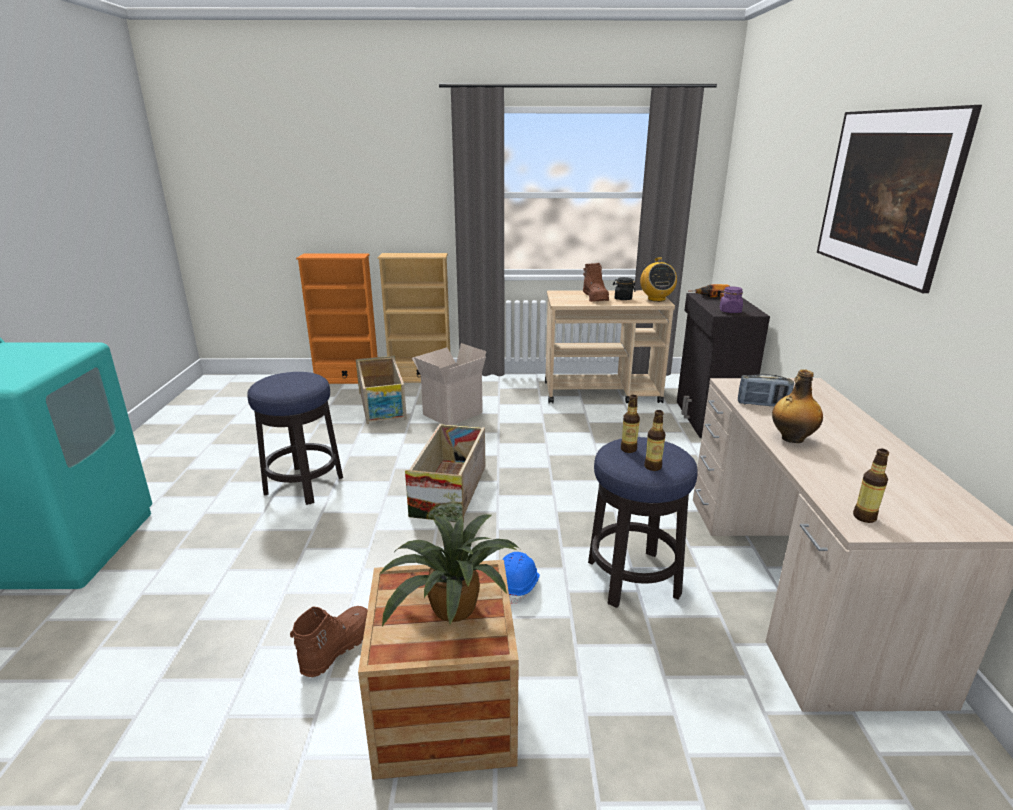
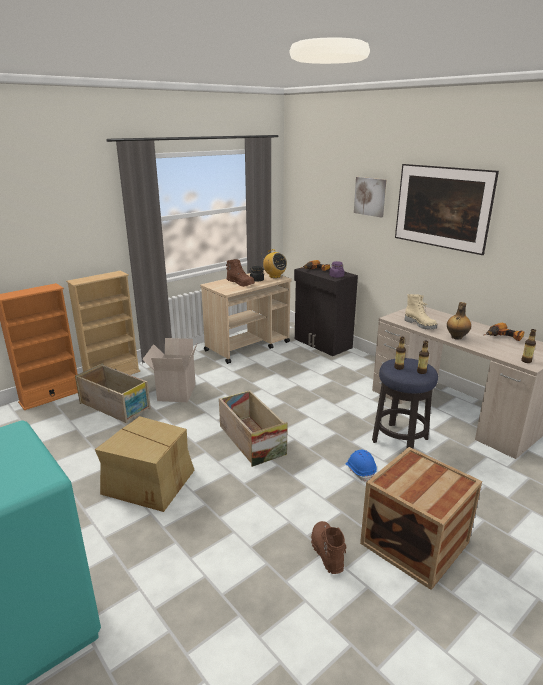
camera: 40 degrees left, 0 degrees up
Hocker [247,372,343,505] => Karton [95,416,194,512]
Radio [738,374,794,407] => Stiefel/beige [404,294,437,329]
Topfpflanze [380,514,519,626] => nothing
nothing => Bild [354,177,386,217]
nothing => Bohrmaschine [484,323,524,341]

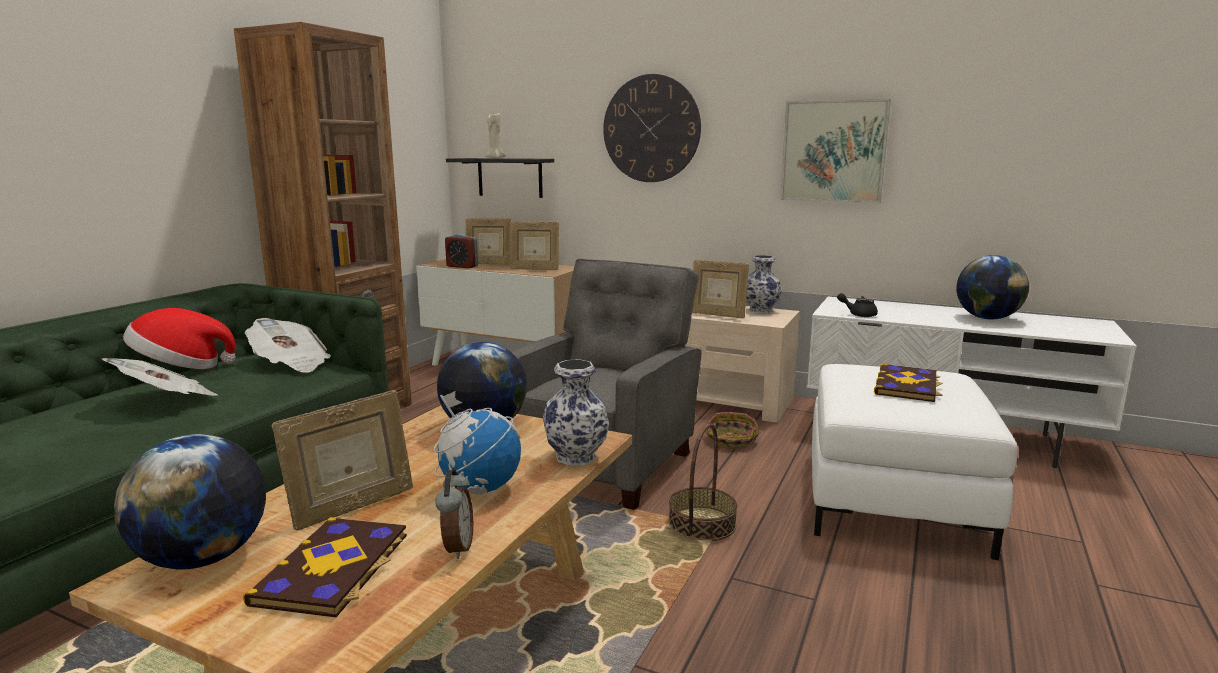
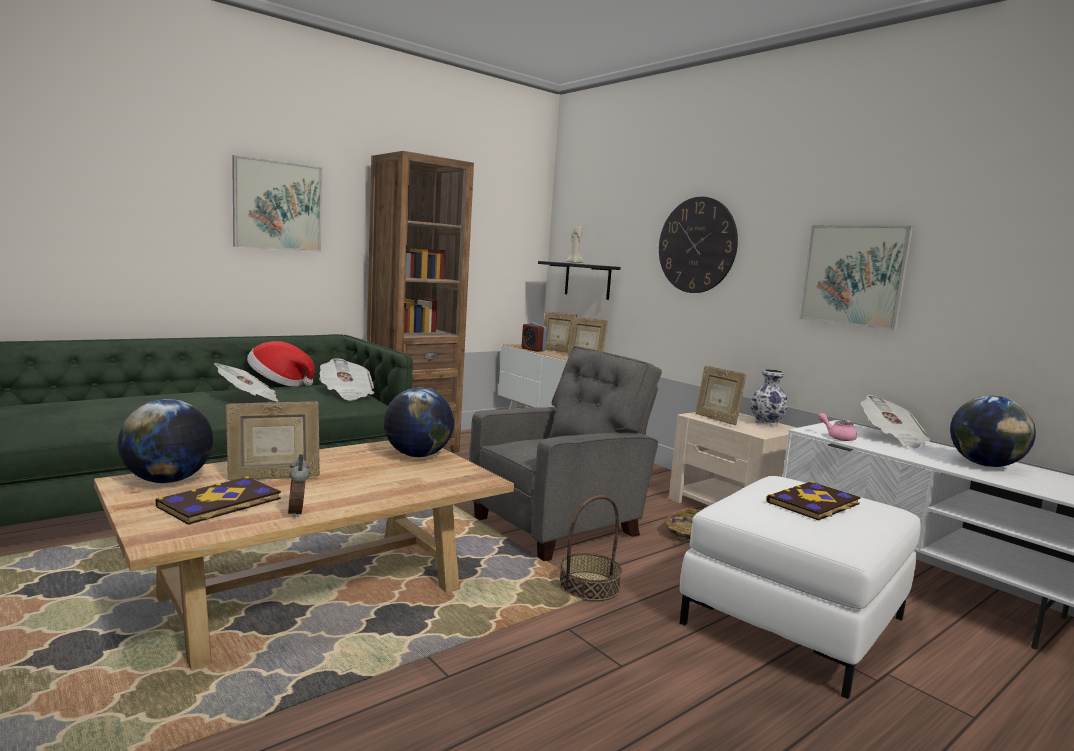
camera: 25 degrees right, 5 degrees down
Teekanne/schwarz [837,293,878,317] => Teekanne/rosa [818,413,857,441]
Vase [543,359,609,466] => nothing
Globus [433,391,521,495] => nothing
Wecker [436,470,473,559] => Wecker [288,454,310,518], 135 degrees clockwise
nothing => Bild [232,155,322,252]
nothing => Zeitung [861,395,930,448]

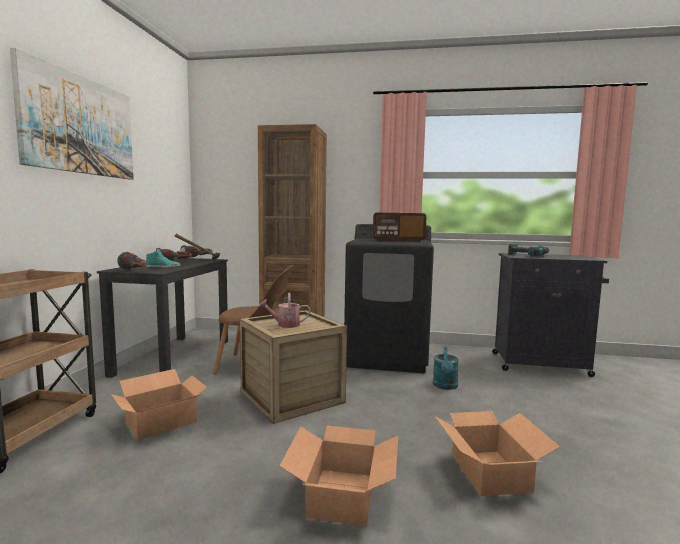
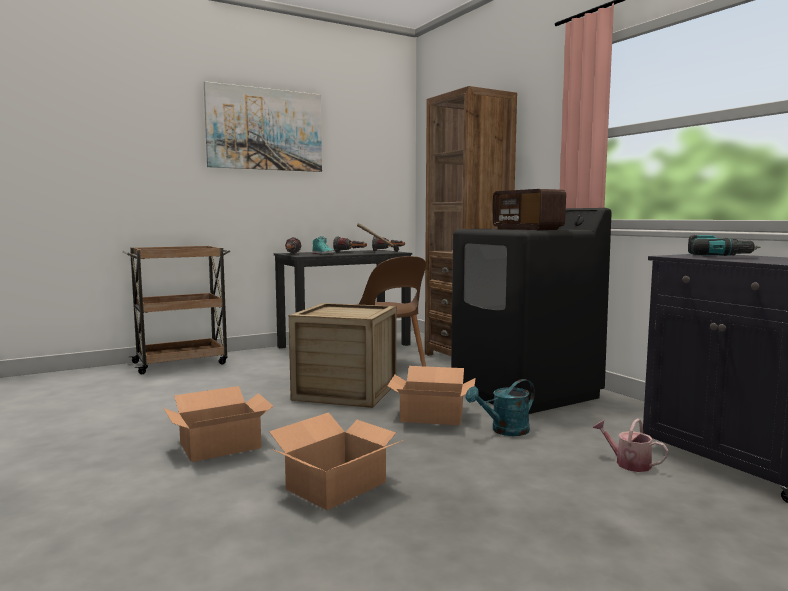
camera: 50 degrees right, 0 degrees up
Gießkanne [259,293,311,328] => Gießkanne [593,418,669,472], moved
Karton [111,369,207,440] => Karton [388,366,476,425], moved

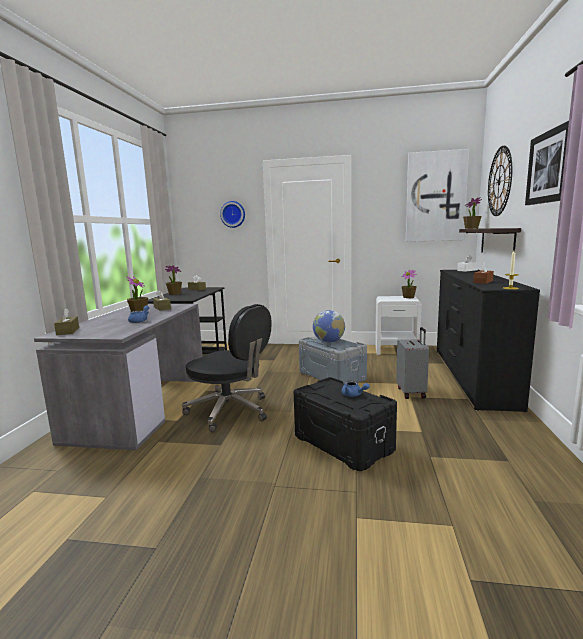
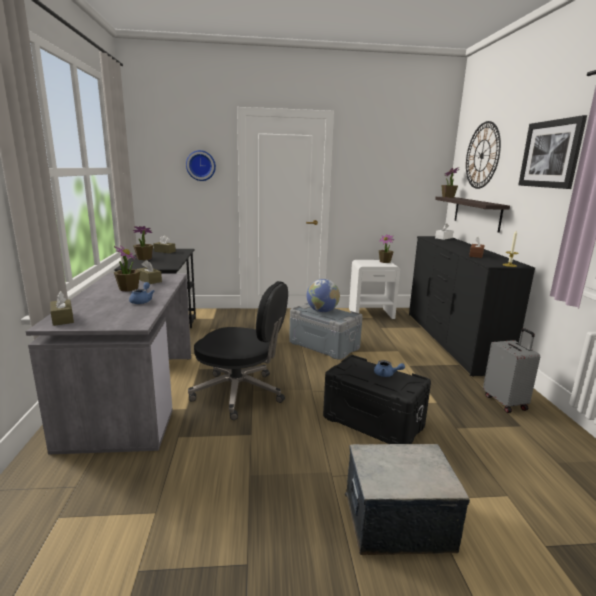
camera: 15 degrees left, 5 degrees up
Bild [406,149,469,242] => nothing
Koffer/grau [396,327,429,399] => Koffer/grau [483,328,540,413], moved
nothing => Aufbewahrungsbox [345,444,470,555]

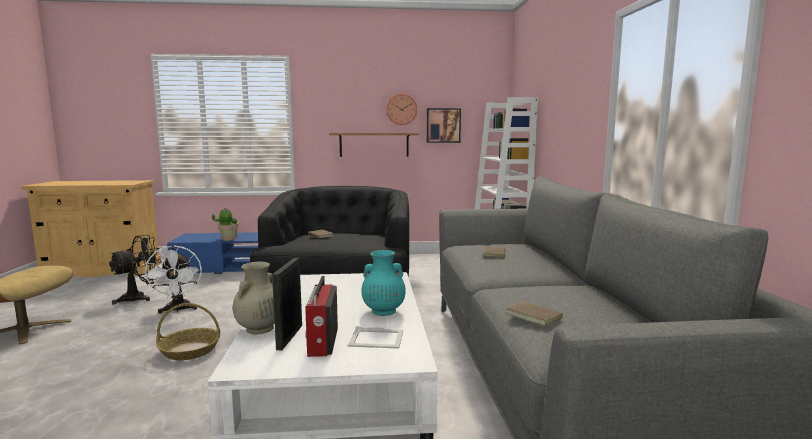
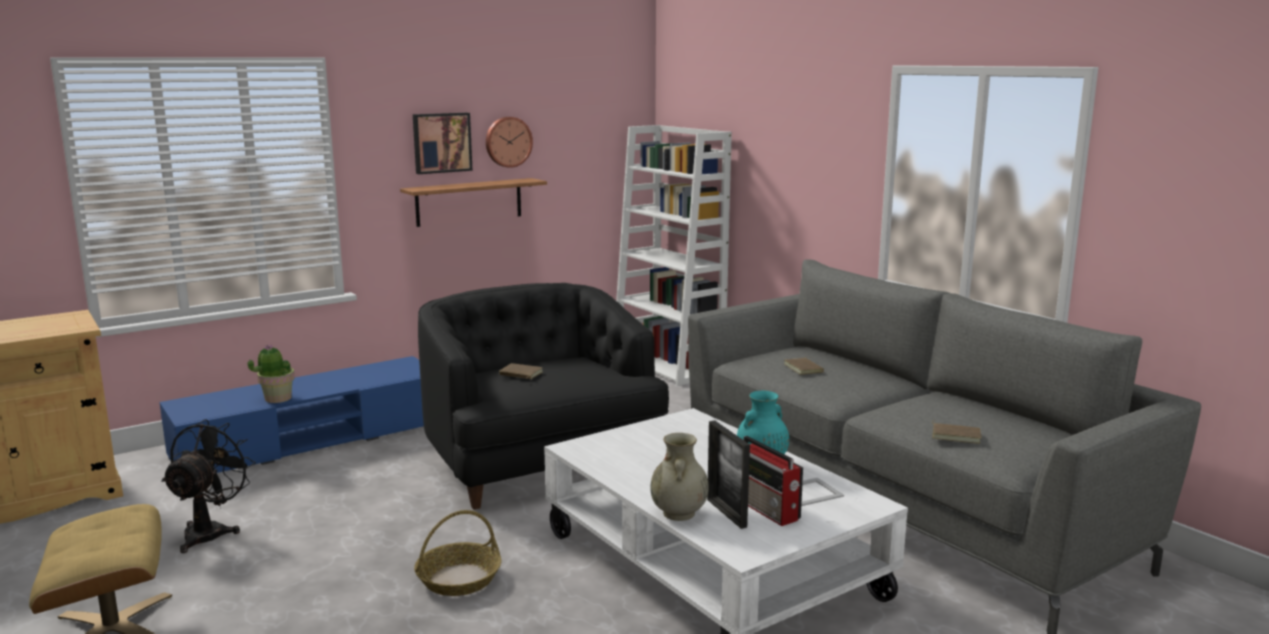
camera: 30 degrees left, 5 degrees up
Bild [427,108,461,143] => Bild [413,113,473,174], moved
Ventilator/weiß [144,245,202,314] => nothing

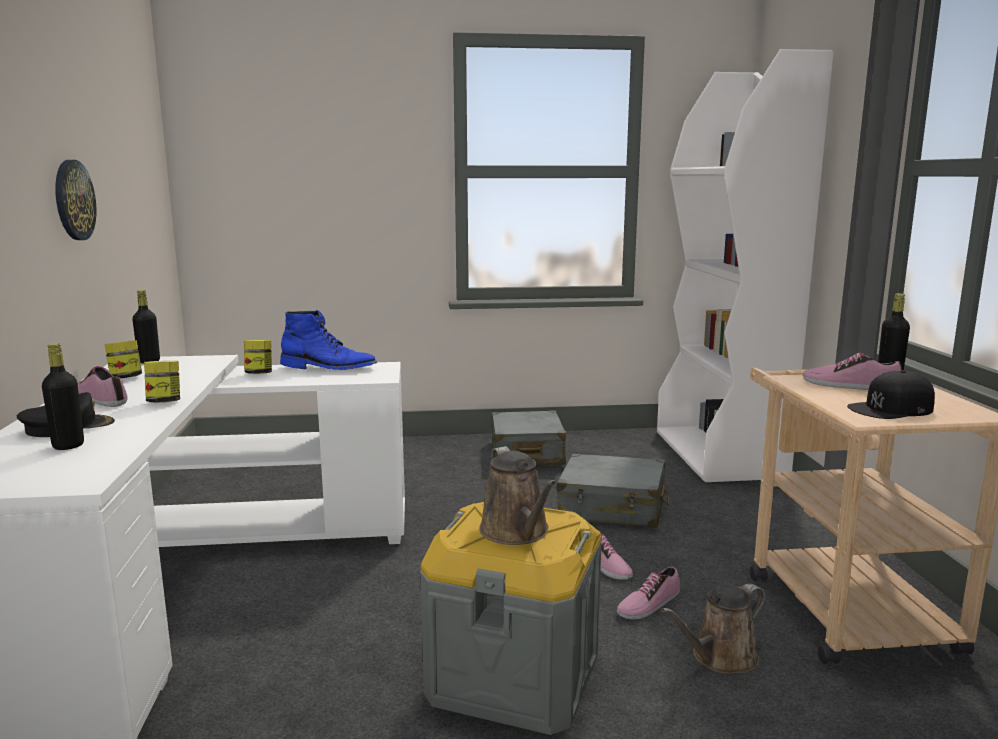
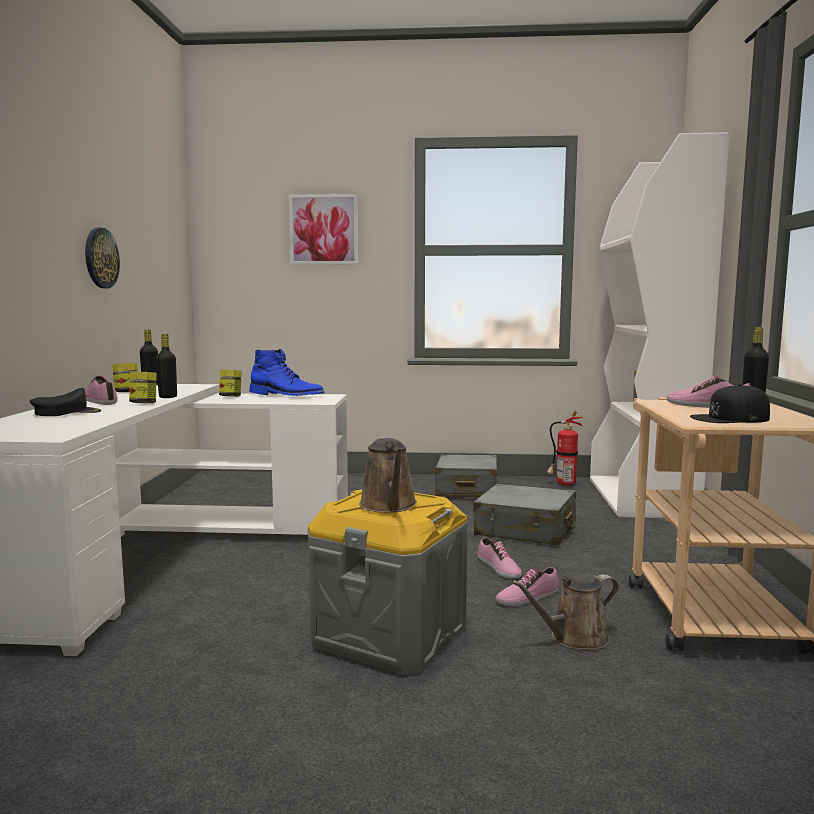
camera: 10 degrees right, 5 degrees down
Flasche/schwarz [42,343,84,450] => Flasche/schwarz [156,334,177,398], moved
nothing => Bild [289,194,358,264]
nothing => Feuerlöscher [547,411,583,486]

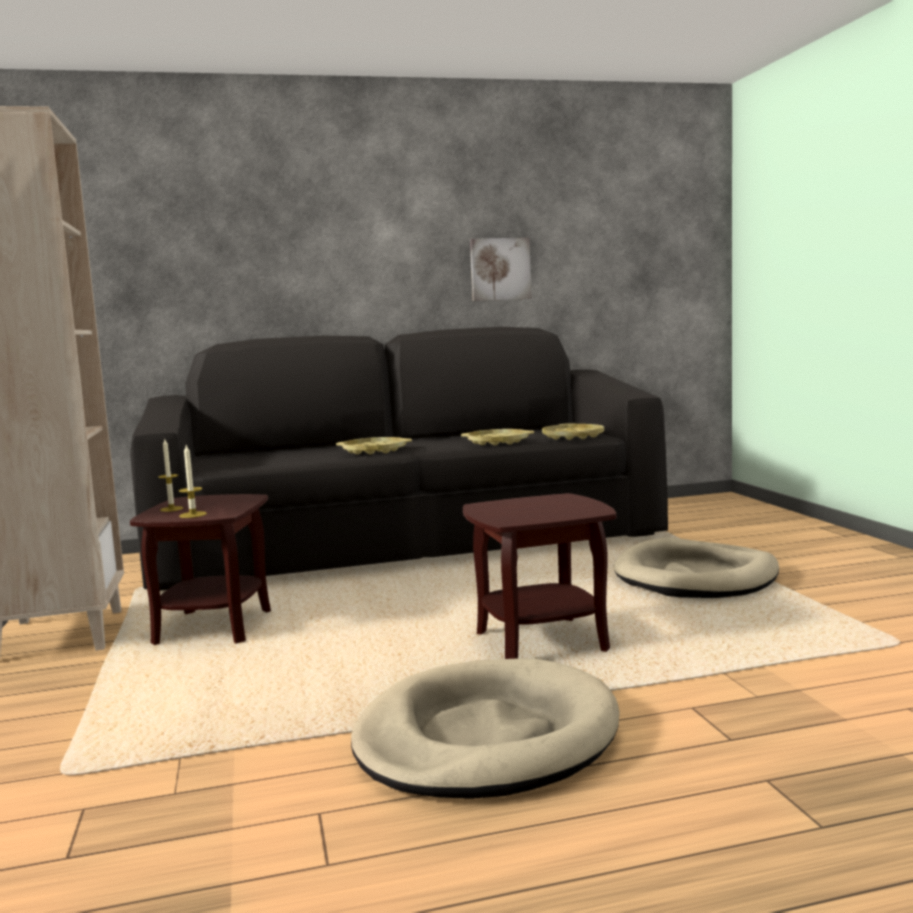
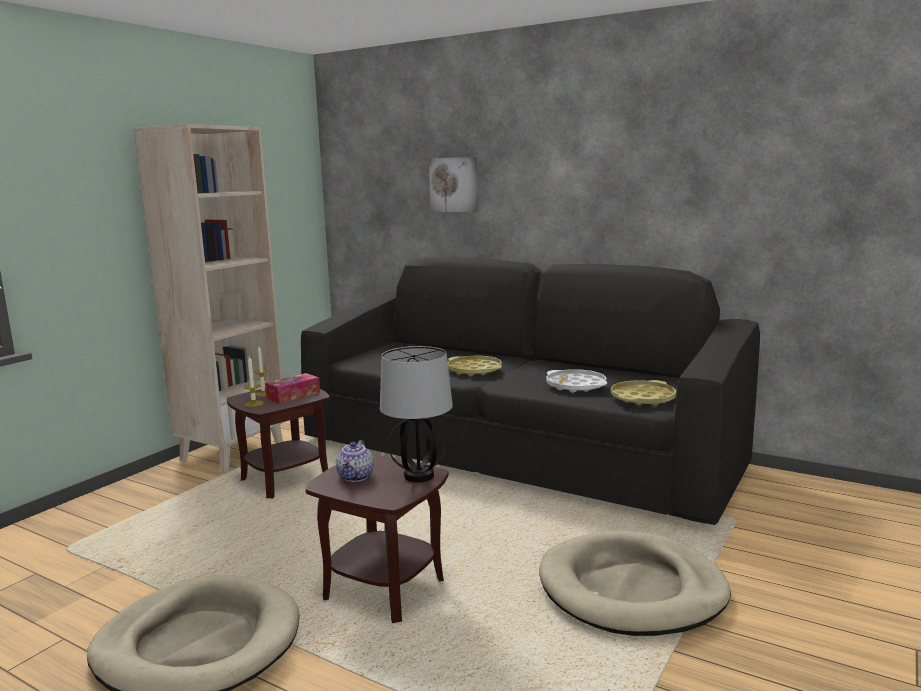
camera: 45 degrees right, 5 degrees up
Bild [470,237,532,301] => Bild [429,157,478,212], moved
Tablett/gelb [461,429,534,445] => Tablett/weiß [546,369,607,393]
nothing => Tischlampe [380,346,453,483]
nothing => Taschentuchbox [265,373,320,404]
nothing => Teekanne [336,440,374,482]

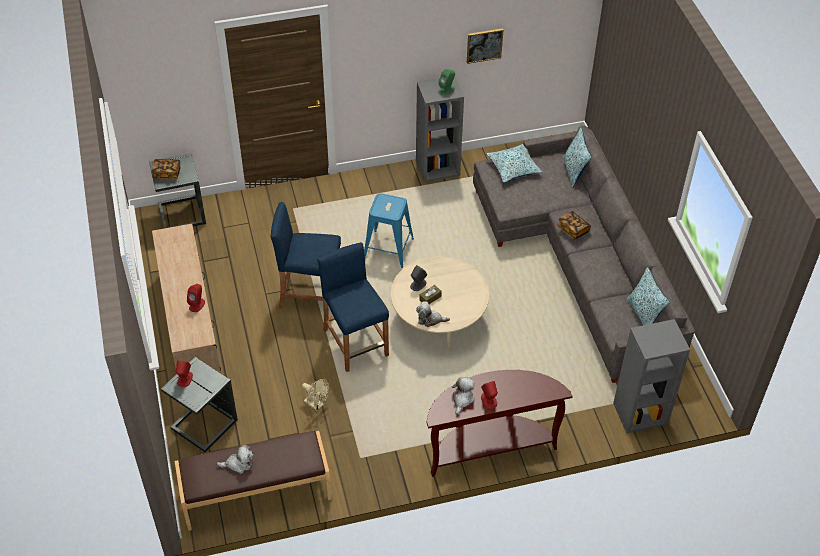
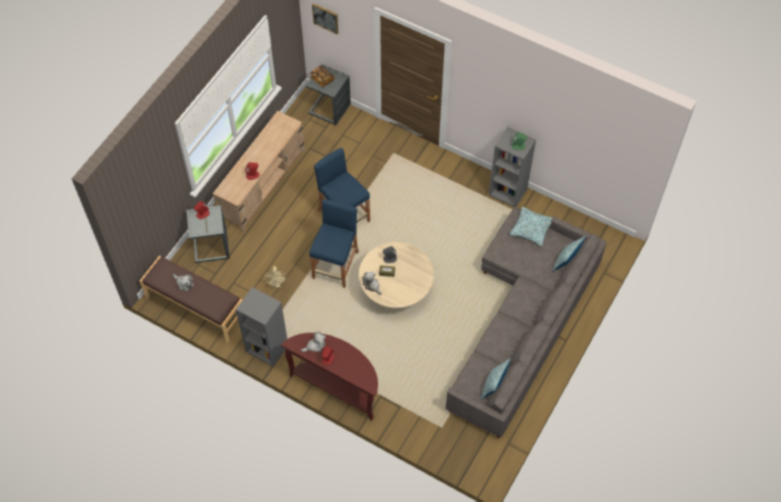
camera: 45 degrees right, 10 degrees up
Bild [467,28,503,64] => Bild [312,4,338,34], moved
Hocker/blau [364,193,414,268] => nothing
Buch [557,211,591,239] => nothing
Bücherregal/grau [613,319,690,433] => Bücherregal/grau [236,287,287,367], moved

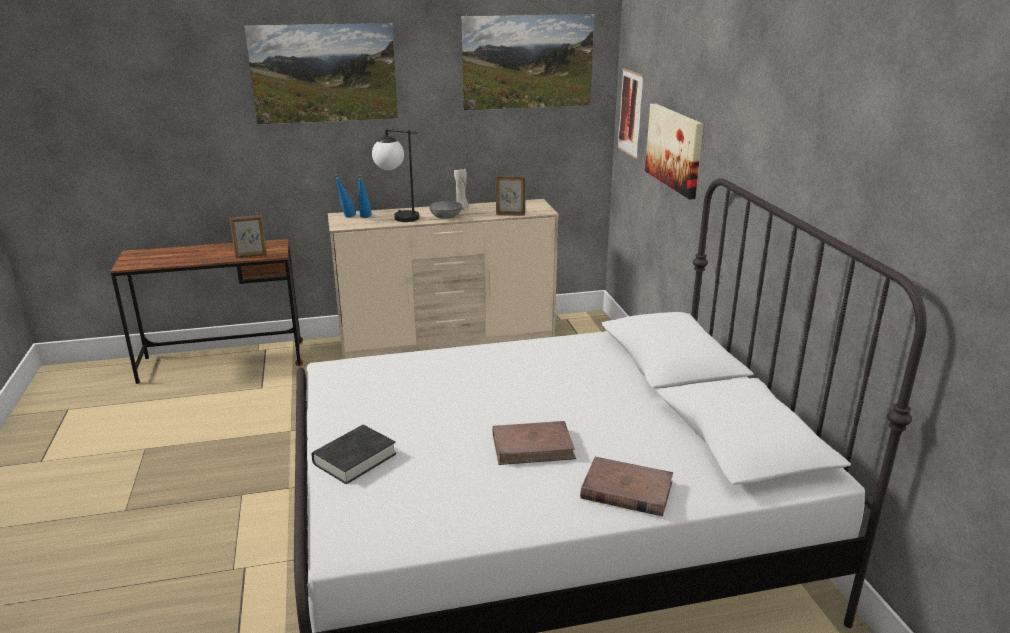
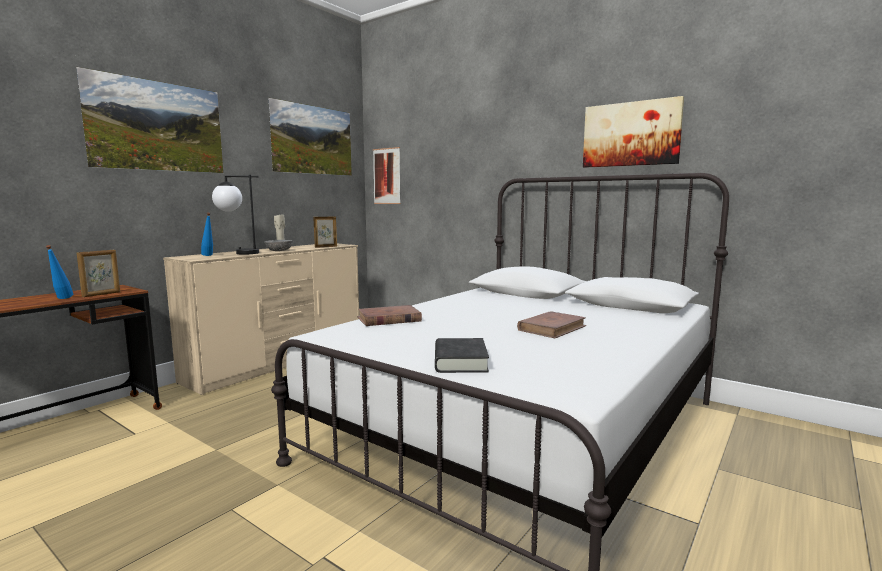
camera: 40 degrees left, 15 degrees down
Bild [645,104,703,200] => Bild [583,96,684,168], moved
Flasche/blau [334,174,356,218] => Flasche/blau [46,245,73,299], moved
Buch/braun [580,457,673,517] => Buch/braun [357,305,422,326], moved

